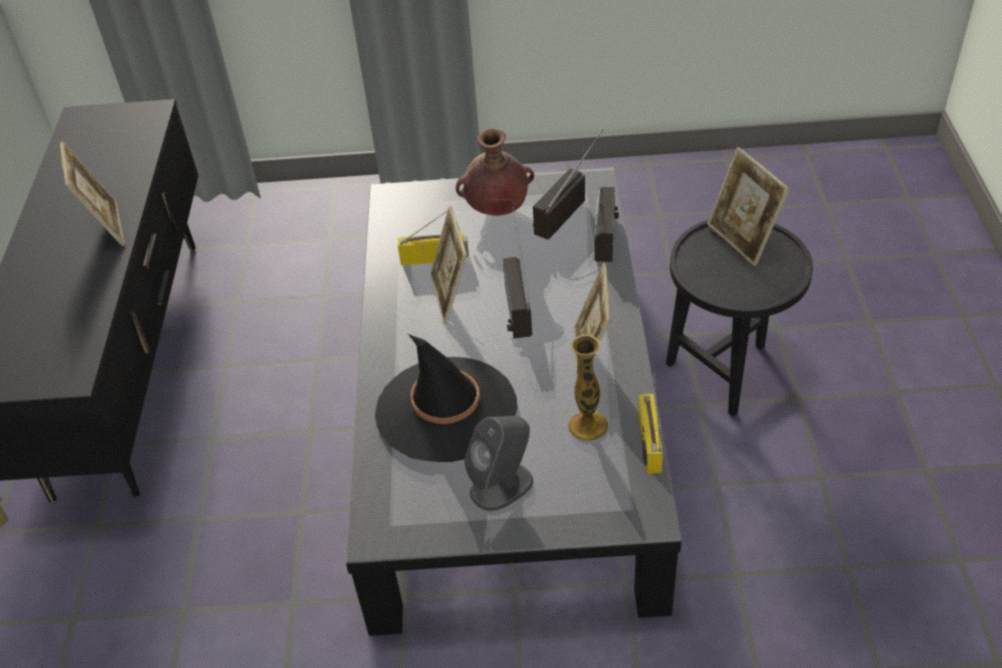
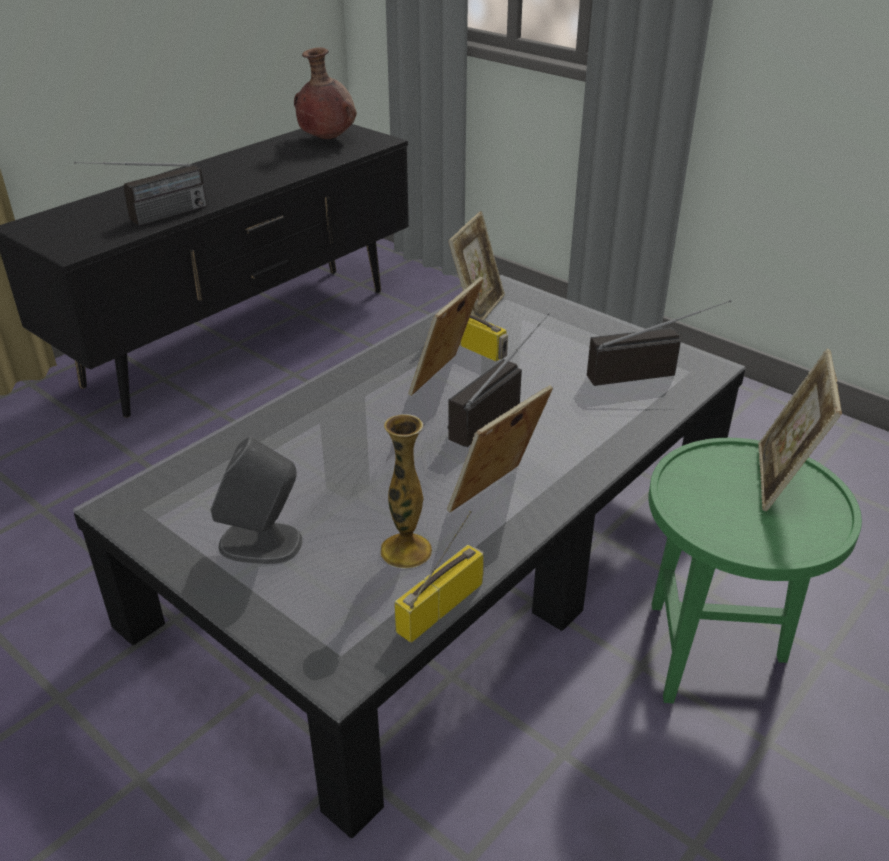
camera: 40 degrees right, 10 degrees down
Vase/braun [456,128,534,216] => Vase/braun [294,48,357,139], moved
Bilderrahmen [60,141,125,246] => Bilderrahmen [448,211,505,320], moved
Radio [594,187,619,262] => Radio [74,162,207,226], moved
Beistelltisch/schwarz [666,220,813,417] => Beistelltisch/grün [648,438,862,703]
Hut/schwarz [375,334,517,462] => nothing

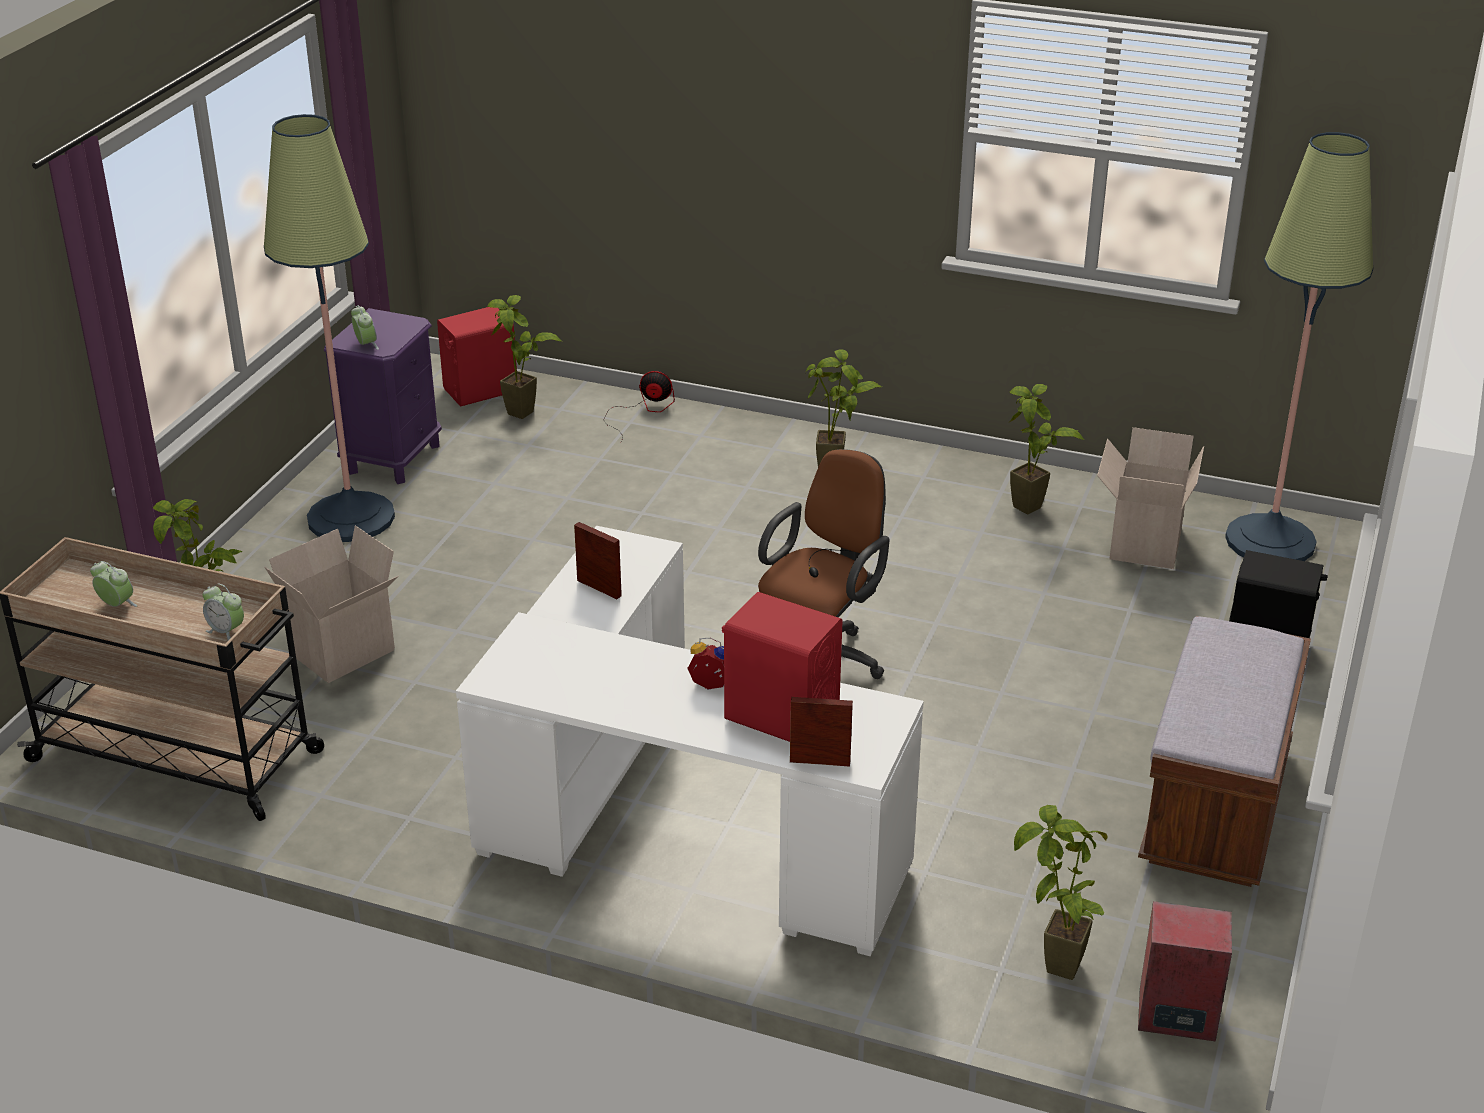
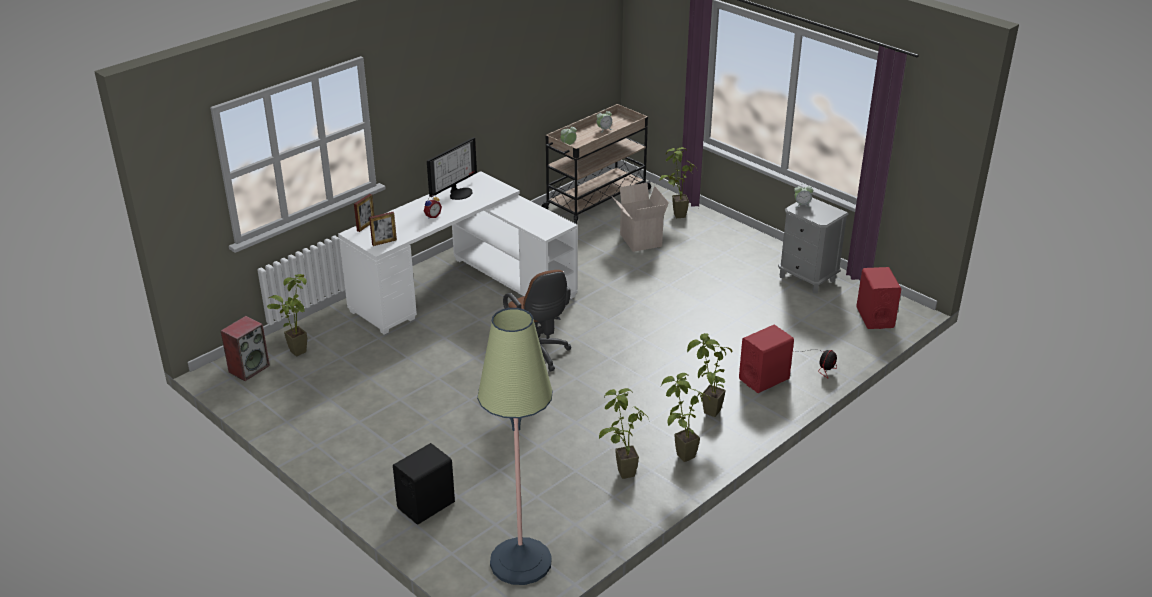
camera: 115 degrees right, 0 degrees up
Stehlampe [264,114,395,542] => nothing
Topfpflanze [487,295,561,419] => Topfpflanze [661,373,710,462], moved
Nachttisch/lila [324,308,442,484] => Nachttisch/grau [778,198,849,294]
Karton [1097,427,1204,569] => nothing
Bilderrahmen [574,522,622,599] => Bilderrahmen [369,212,397,246], moved
Lautsprecher/rot [722,592,843,742] => Lautsprecher/rot [739,325,794,393], moved
Bank/braun [1138,616,1311,887] => nothing
nothing => Monitor [427,137,477,200]

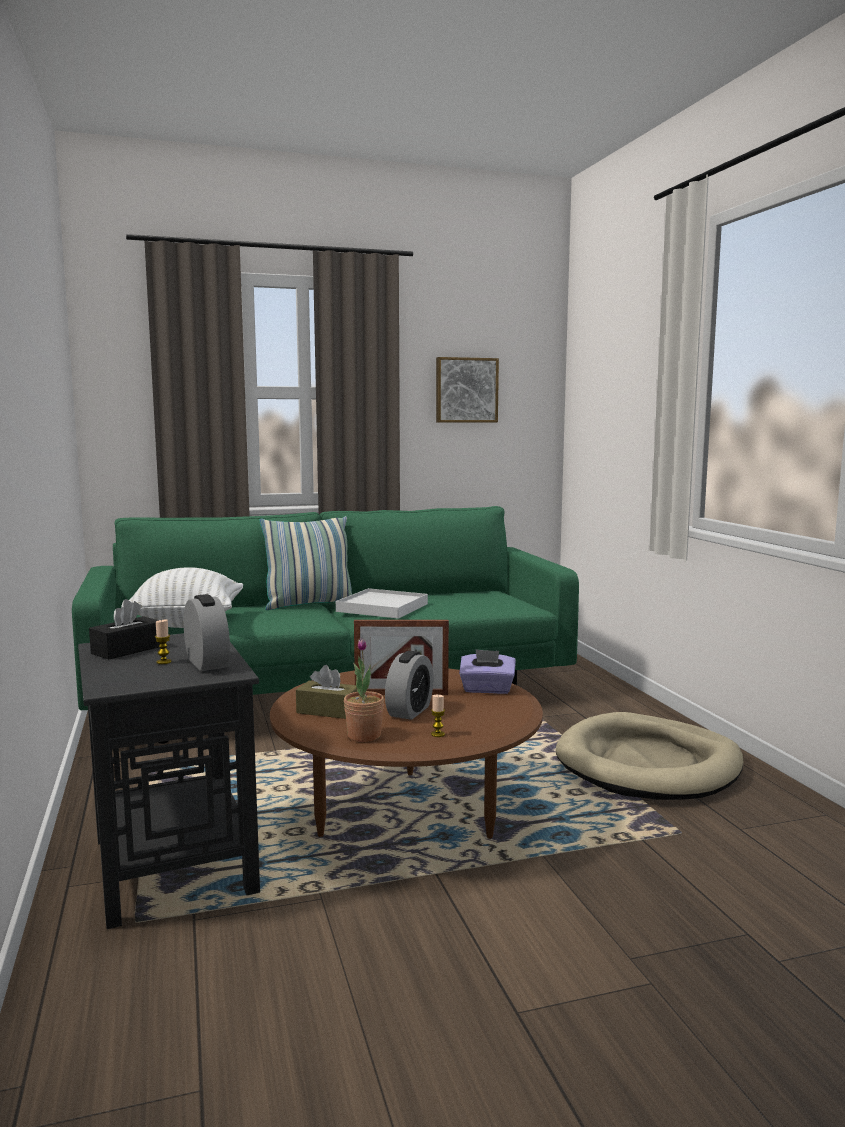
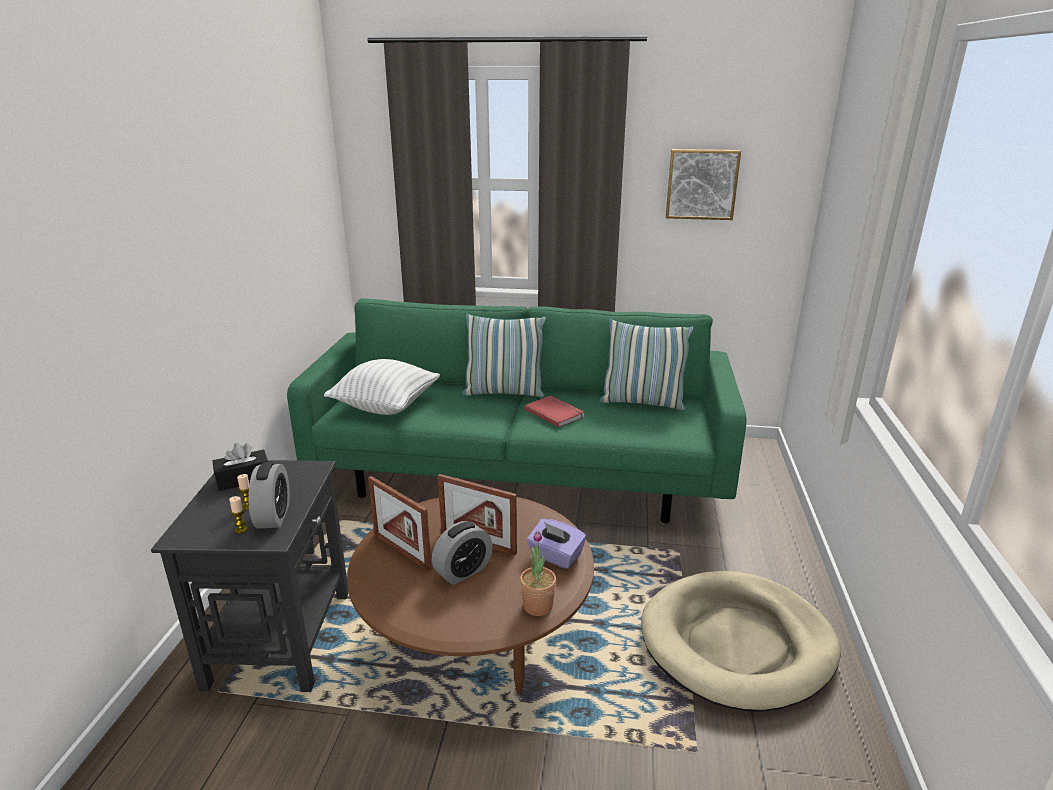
camera: 25 degrees right, 15 degrees up
Tablett/weiß [336,588,428,619] => Buch/rot [524,396,585,427]
Topfpflanze [344,638,384,742] => Topfpflanze [520,531,556,616], moved
Taschentuchbox/braun [296,665,357,719] => Bilderrahmen [368,476,432,572]
Kerze [431,695,445,737] => Kerze [229,496,248,533], moved
nothing => Kissen [599,319,694,410]

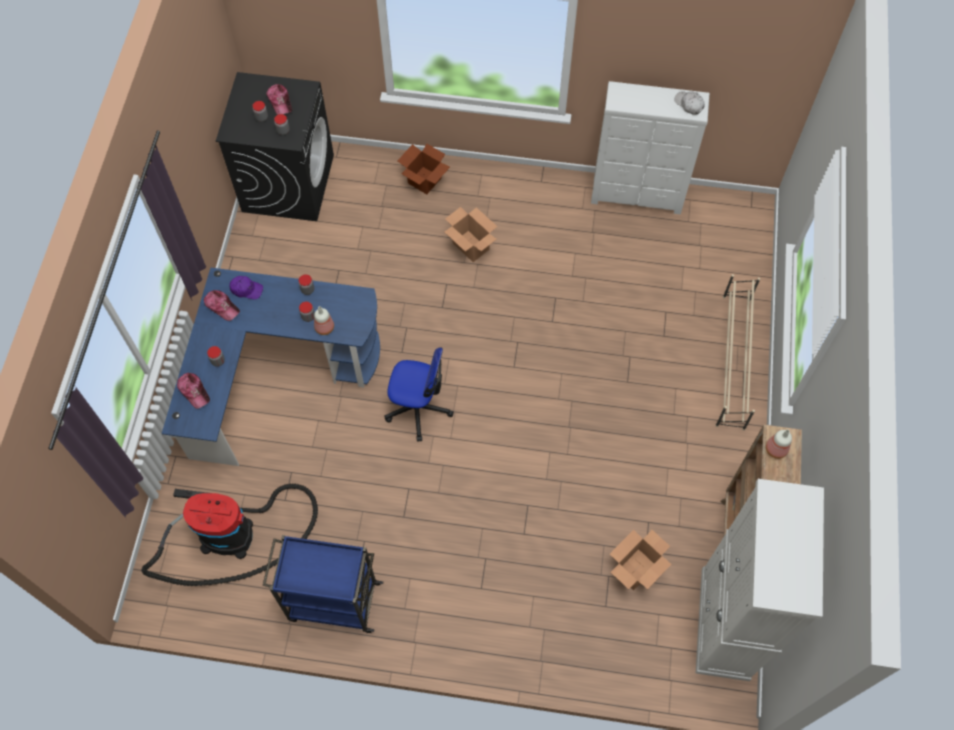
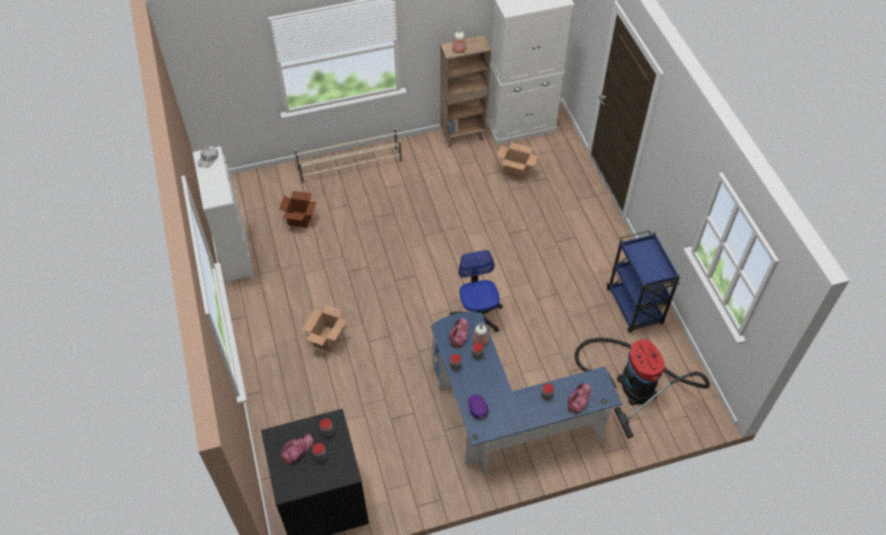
camera: 115 degrees left, 10 degrees down
Karton [398,144,450,194] => Karton [279,191,316,228], moved
Kappe [204,290,240,321] => Kappe [449,318,468,348], moved

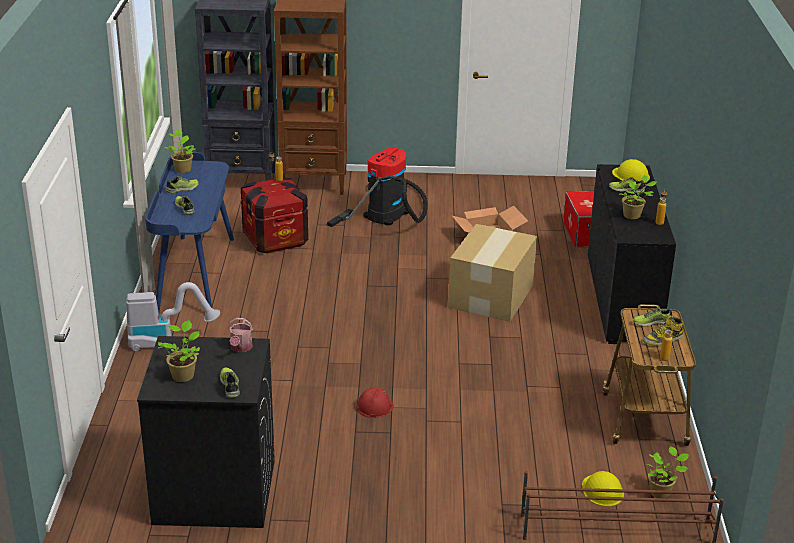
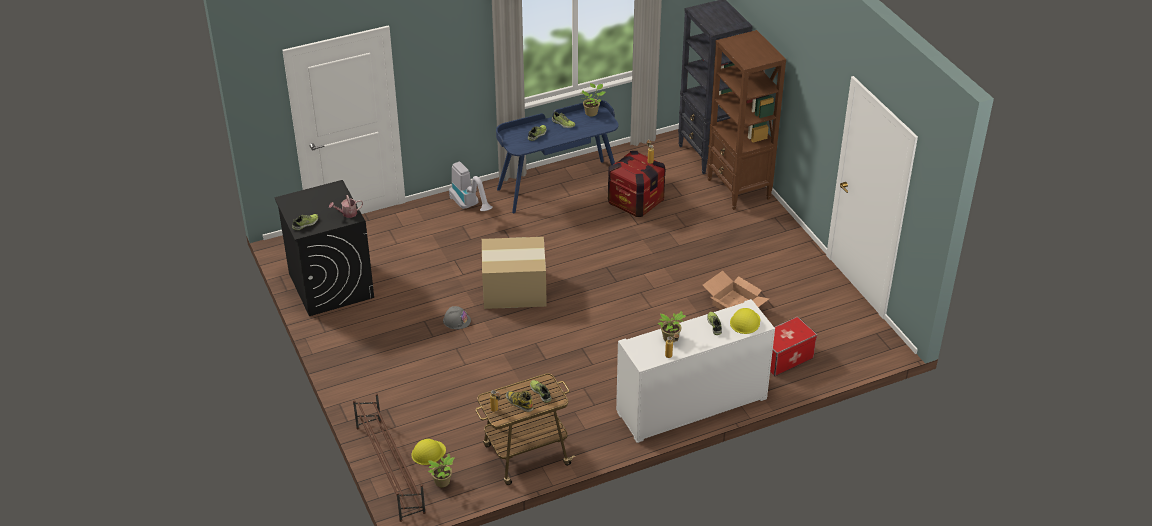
camera: 65 degrees right, 10 degrees up
Staubsauger [327,148,428,227] => nothing
Schrank/schwarz [588,164,676,344] => Schrank/weiß [616,299,775,443]
Karton [448,224,537,322] => Karton [482,237,547,309], moved
Topfpflanze [158,320,200,382] => nothing
Schutzhelm/rot [357,387,394,418] => Schutzhelm/grau [443,306,471,329]

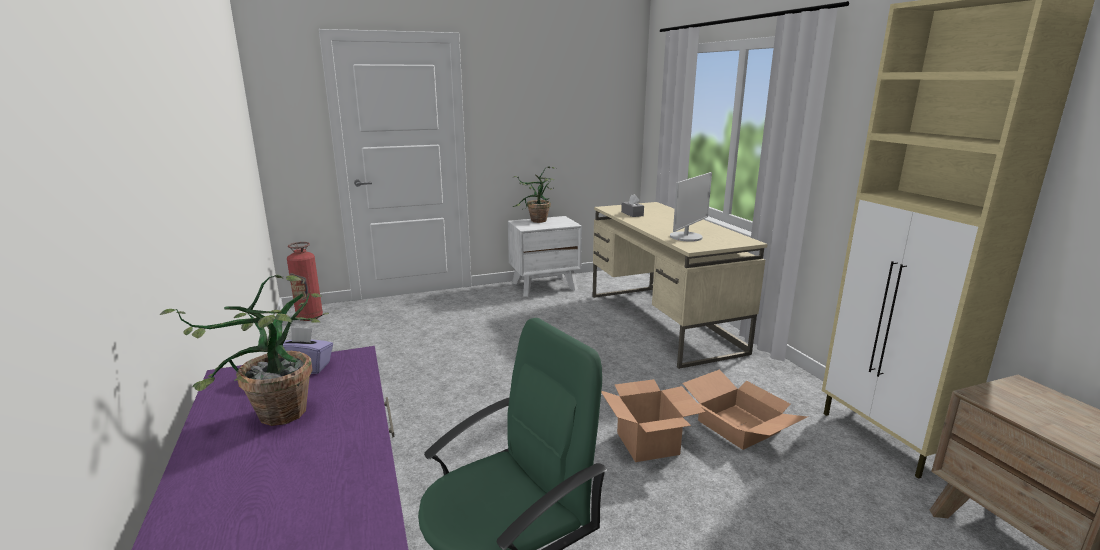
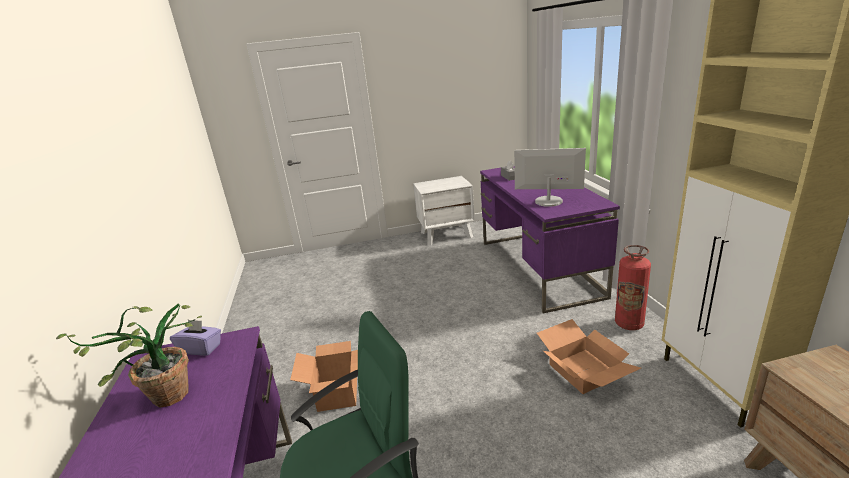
camera: 10 degrees right, 5 degrees up
Topfpflanze [513,167,555,223] => nothing
Monitor [670,172,712,242] => Monitor [514,148,586,207], 120 degrees counterclockwise
Schreibtisch/beige [593,202,768,369] => Schreibtisch/lila [480,166,620,314]
Feuerlöscher [287,242,323,321] => Feuerlöscher [615,245,651,330], moved
Karton [601,379,705,462] => Karton [290,341,358,412], moved

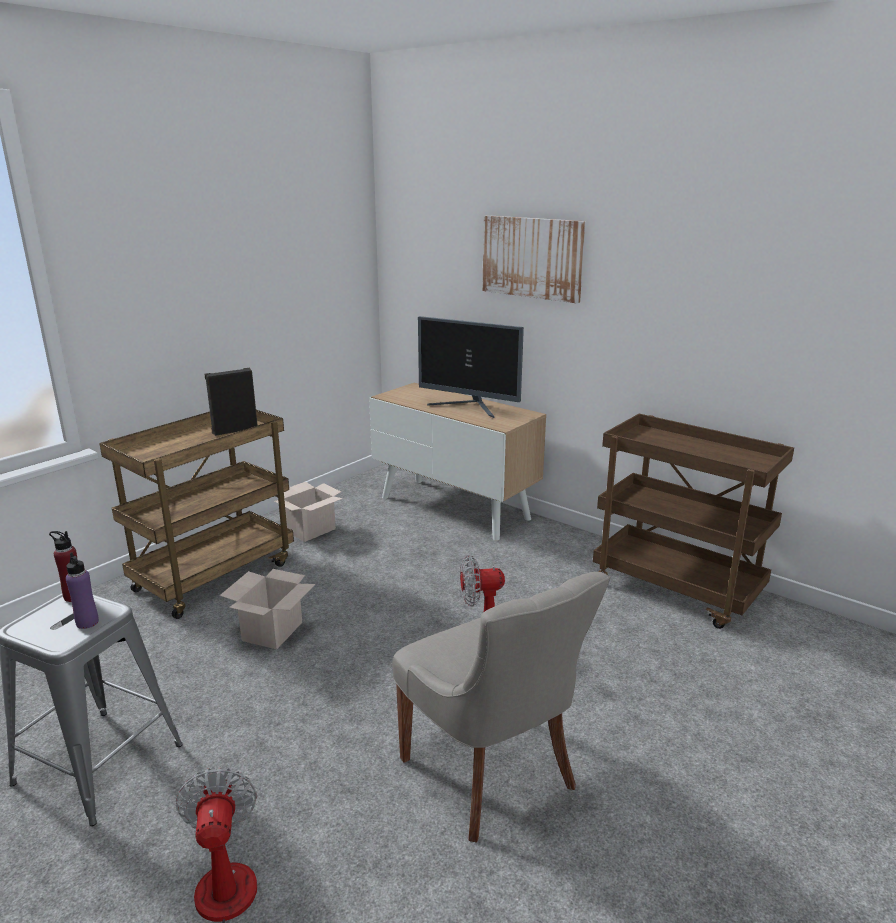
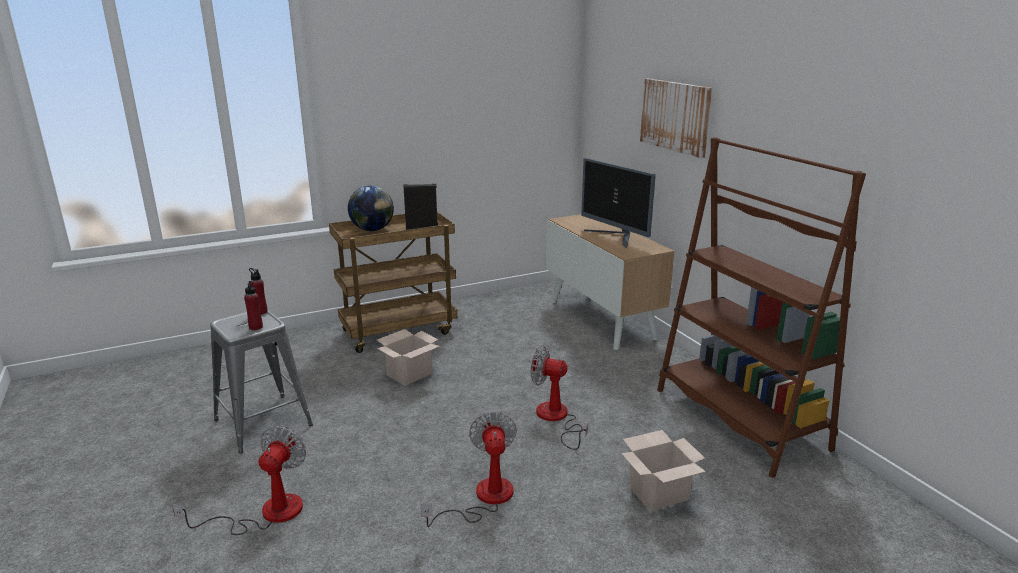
camera: 25 degrees right, 0 degrees up
Rollwagen/braun [593,414,794,629] => Bücherregal/braun [657,137,866,478]
Karton [274,482,343,542] => Karton [621,430,706,511], moved
Flasche/lila [66,552,99,629] => Flasche/rot [244,281,263,330]
Stuhl/grau [393,572,610,842] => Ventilator [421,411,517,527]
nothing => Globus [348,186,394,231]

